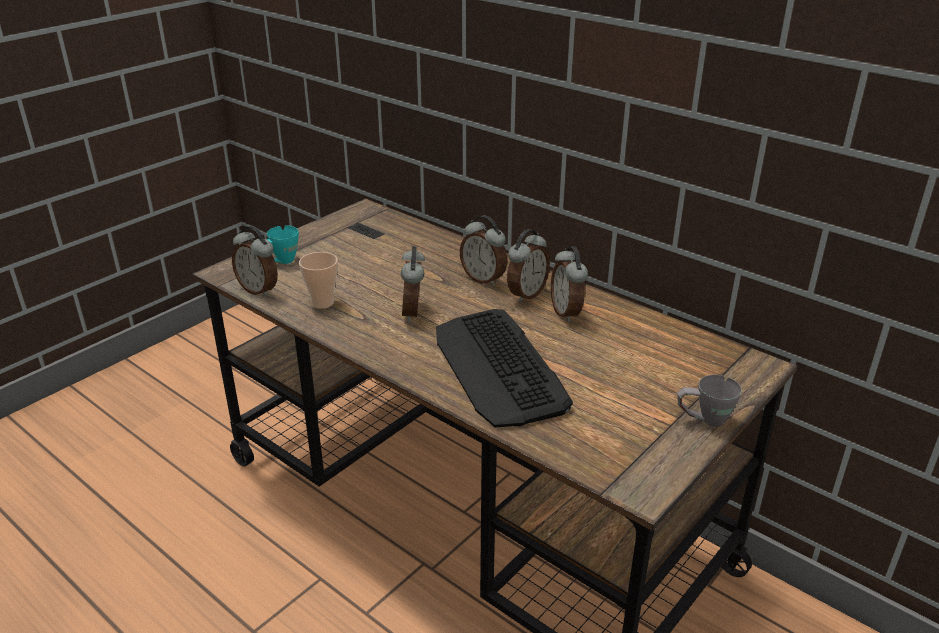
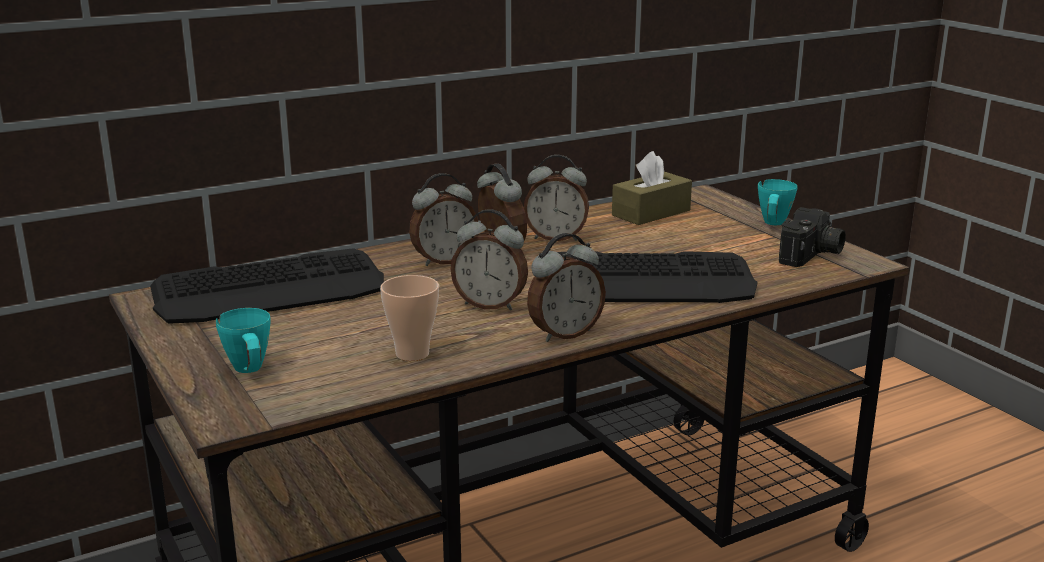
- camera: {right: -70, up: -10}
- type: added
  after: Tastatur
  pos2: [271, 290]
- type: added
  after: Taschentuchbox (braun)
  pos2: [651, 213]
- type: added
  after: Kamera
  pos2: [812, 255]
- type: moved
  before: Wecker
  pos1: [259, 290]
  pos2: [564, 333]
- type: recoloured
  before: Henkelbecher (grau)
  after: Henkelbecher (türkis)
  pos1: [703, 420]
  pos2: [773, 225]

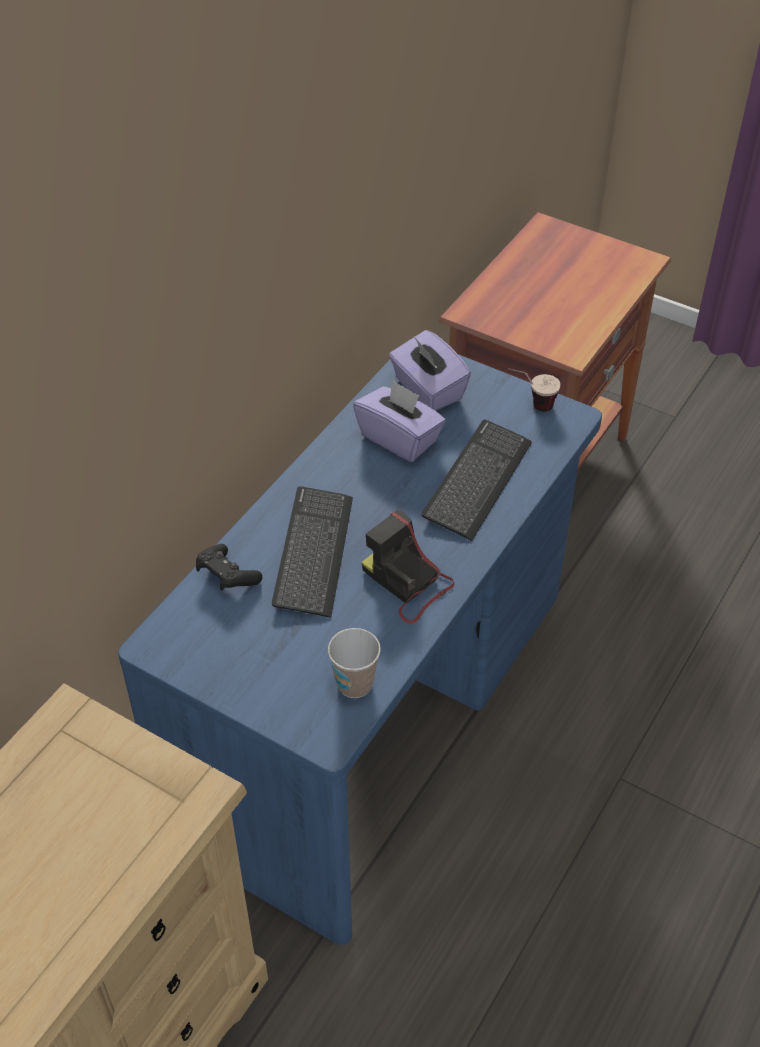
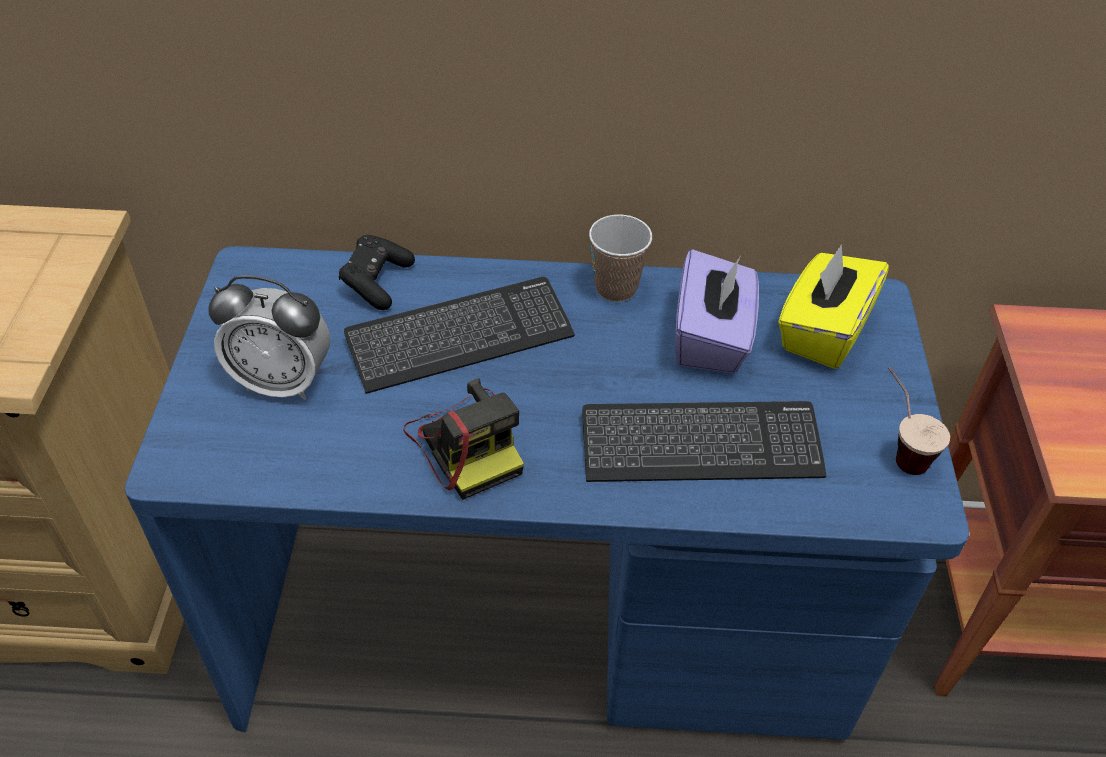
- camera: {right: 60, up: 0}
- type: added
  after: Wecker
  pos2: [282, 382]
- type: moved
  before: Tasse
  pos1: [355, 684]
  pos2: [616, 288]
- type: recoloured
  before: Taschentuchbox (lila)
  after: Taschentuchbox (gelb)
  pos1: [428, 390]
  pos2: [823, 331]
- type: turned
  before: Kamera
  pos1: [407, 583]
  pos2: [466, 444]
  turn: 135

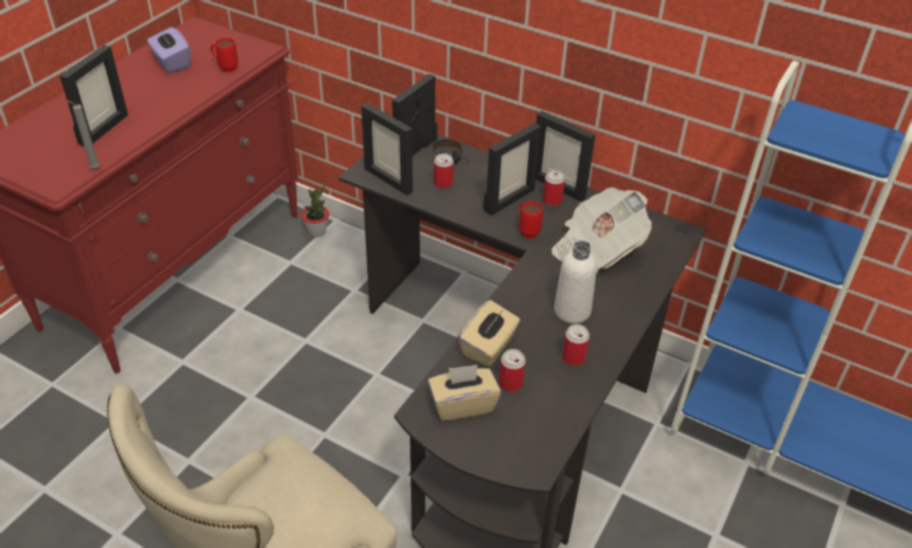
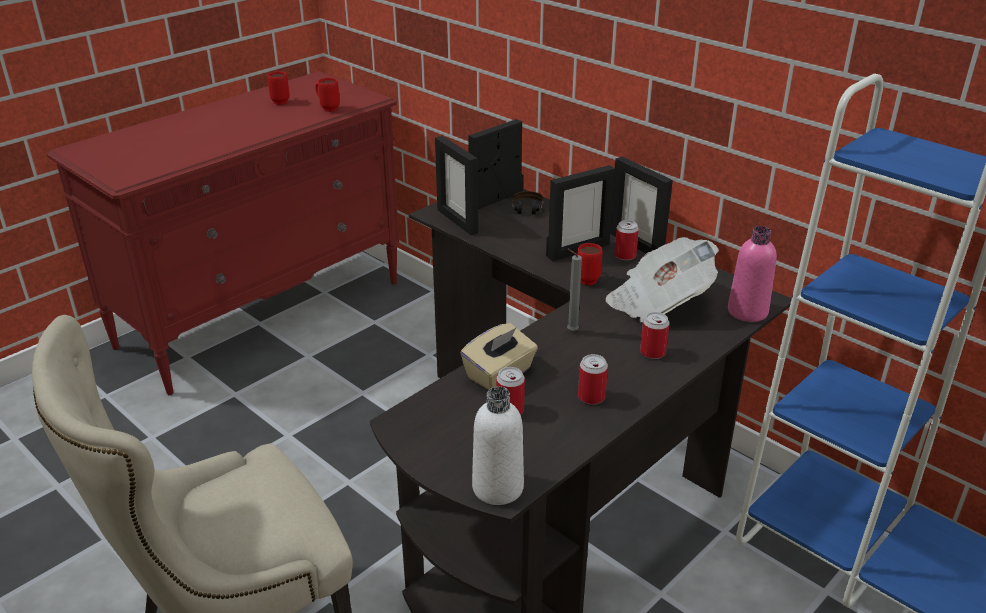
- camera: {right: 15, up: -10}
- type: removed
  before: Bilderrahmen
  pos1: [103, 129]
- type: removed
  before: Topfpflanze
  pos1: [317, 231]
- type: removed
  before: Taschentuchbox (beige)
  pos1: [462, 404]
- type: added
  after: Flasche (rosa)
  pos2: [747, 311]
- type: moved
  before: Kerze (grau)
  pos1: [93, 168]
  pos2: [570, 331]
- type: moved
  before: Dose
  pos1: [443, 184]
  pos2: [652, 352]
- type: moved
  before: Flasche (weiß)
  pos1: [572, 311]
  pos2: [498, 487]
- type: replaced
  before: Taschentuchbox (lila)
  after: Henkelbecher (rot)
  pos1: [171, 63]
  pos2: [280, 101]

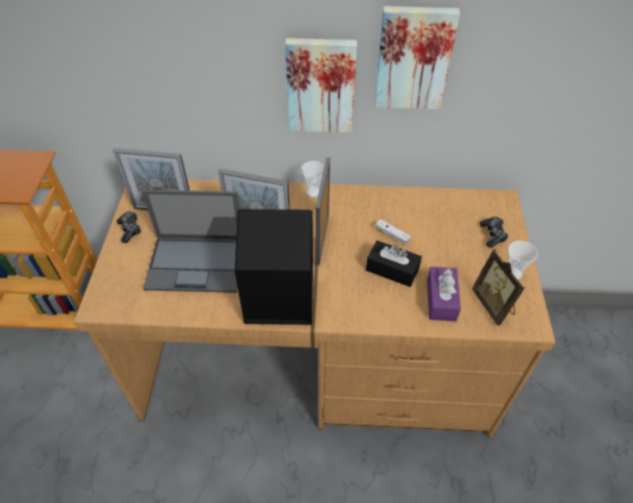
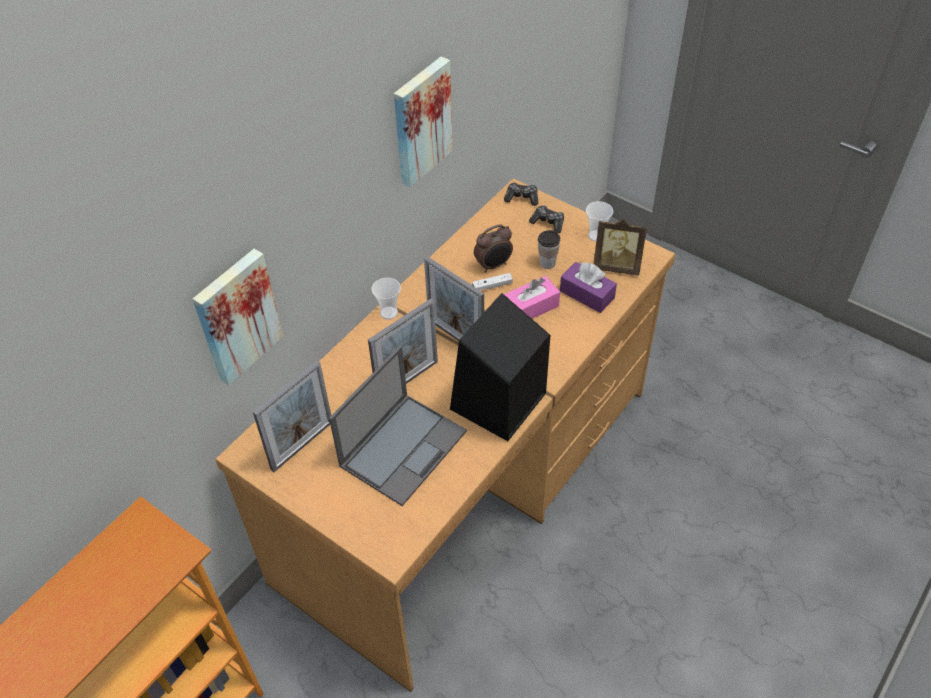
- camera: {right: -55, up: 0}
- type: added
  after: Wecker
  pos2: [494, 265]
- type: added
  after: Tasse
  pos2: [547, 263]
- type: moved
  before: Gamepad
  pos1: [130, 230]
  pos2: [522, 198]
- type: moved
  before: Bild
  pos1: [321, 85]
  pos2: [236, 315]
- type: recoloured
  before: Taschentuchbox (schwarz)
  after: Taschentuchbox (rosa)
  pos1: [392, 269]
  pos2: [531, 307]

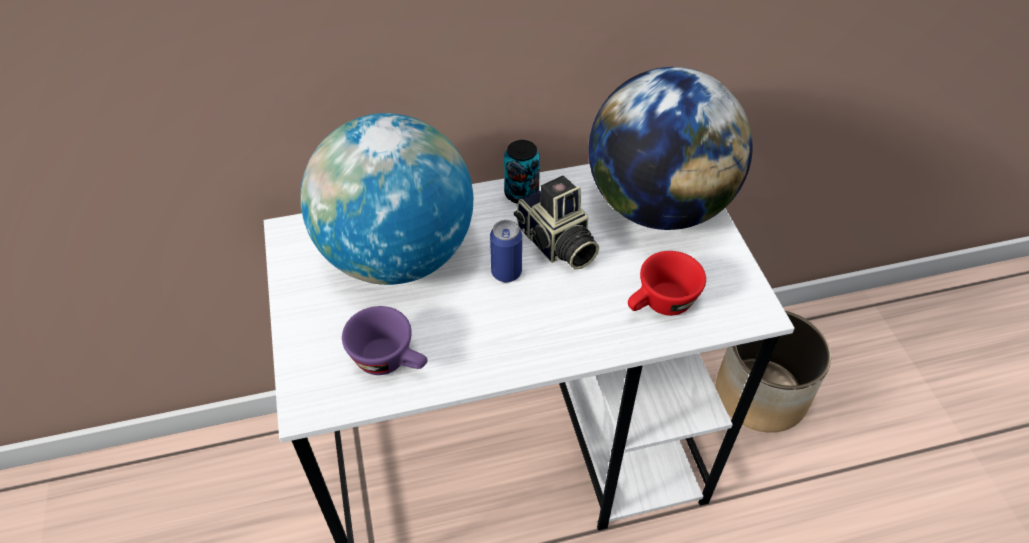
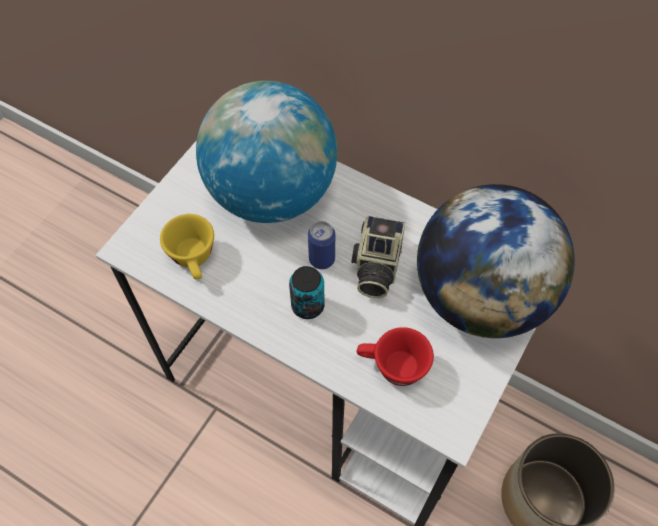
- camera: {right: 45, up: 10}
- type: moved
  before: Dose
  pos1: [521, 194]
  pos2: [307, 305]
- type: recoloured
  before: Tasse (lila)
  after: Tasse (gelb)
  pos1: [391, 360]
  pos2: [194, 259]

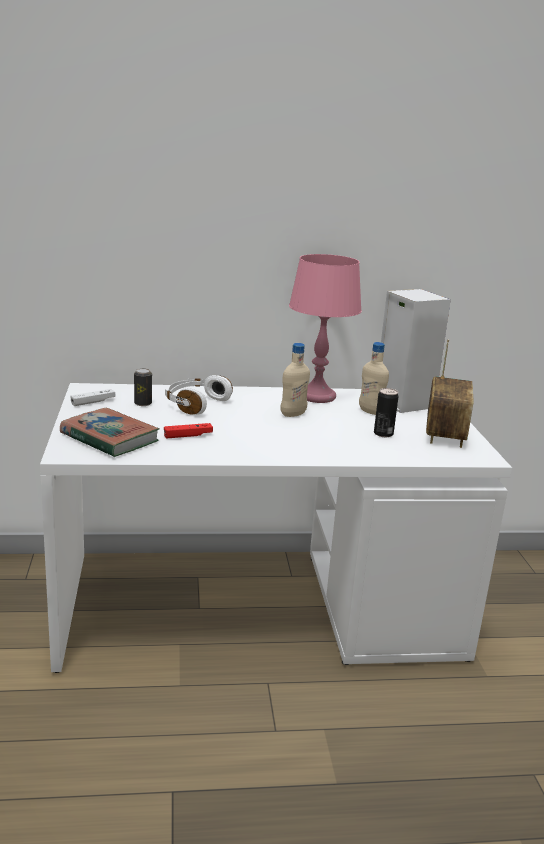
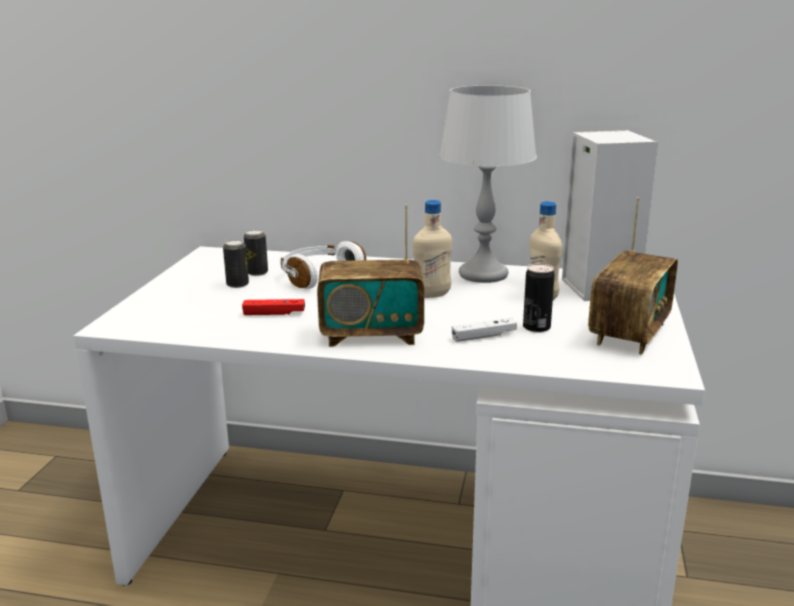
- camera: {right: 20, up: 0}
- type: removed
  before: Buch
  pos1: [109, 438]
- type: added
  after: Dose
  pos2: [237, 284]
- type: added
  after: Radio
  pos2: [371, 335]
- type: moved
  before: Gamepad (weiß)
  pos1: [93, 402]
  pos2: [484, 336]
- type: recoloured
  before: Tischlampe (rosa)
  after: Tischlampe (grau)
  pos1: [317, 396]
  pos2: [483, 274]

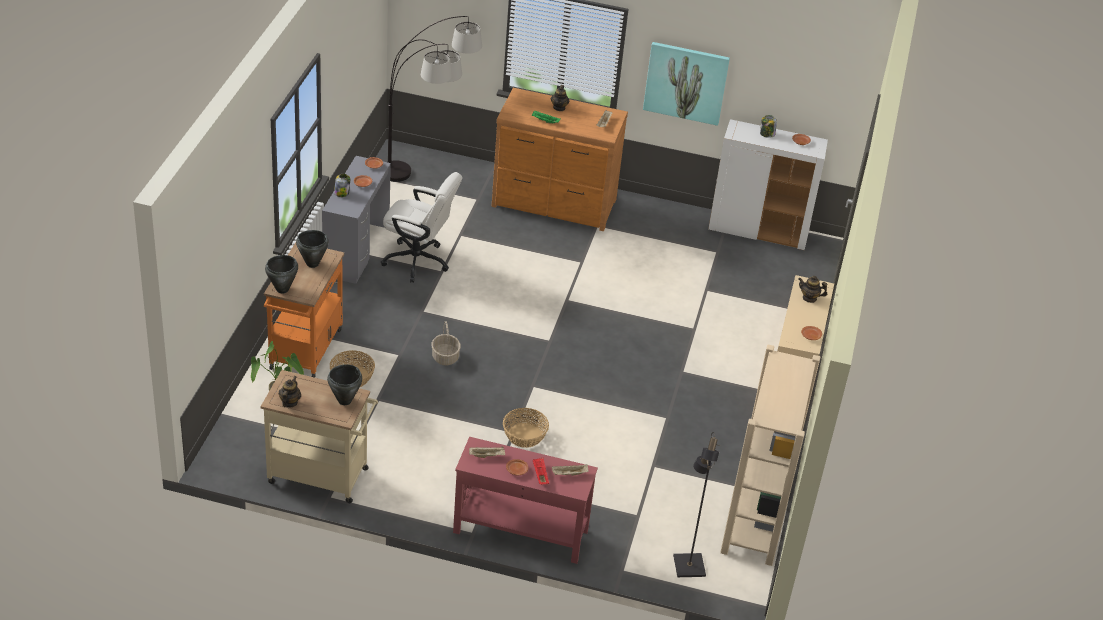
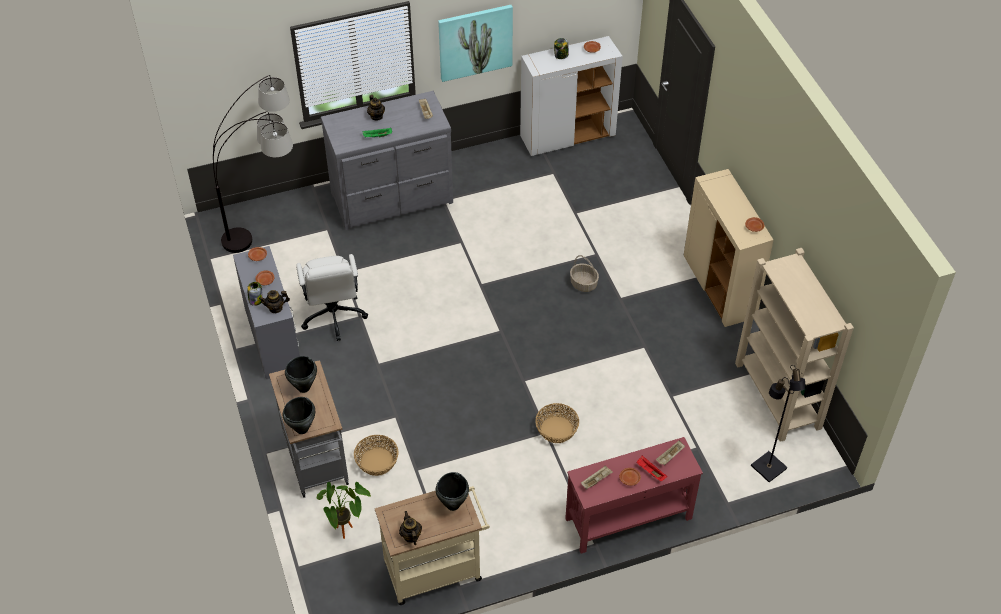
- camera: {right: -30, up: 10}
- type: moved
  before: Korb
  pos1: [445, 357]
  pos2: [584, 284]
- type: moved
  before: Teekanne
  pos1: [809, 298]
  pos2: [276, 308]
- type: recoloured
  before: Rollwagen (orange)
  after: Rollwagen (grau)
  pos1: [305, 351]
  pos2: [316, 461]
- type: recoloured
  before: Kommode (braun)
  after: Kommode (grau)
  pos1: [554, 204]
  pos2: [393, 199]
- type: turned
  before: Bürostuhl (weiß)
  pos1: [419, 262]
  pos2: [334, 318]
  turn: 90

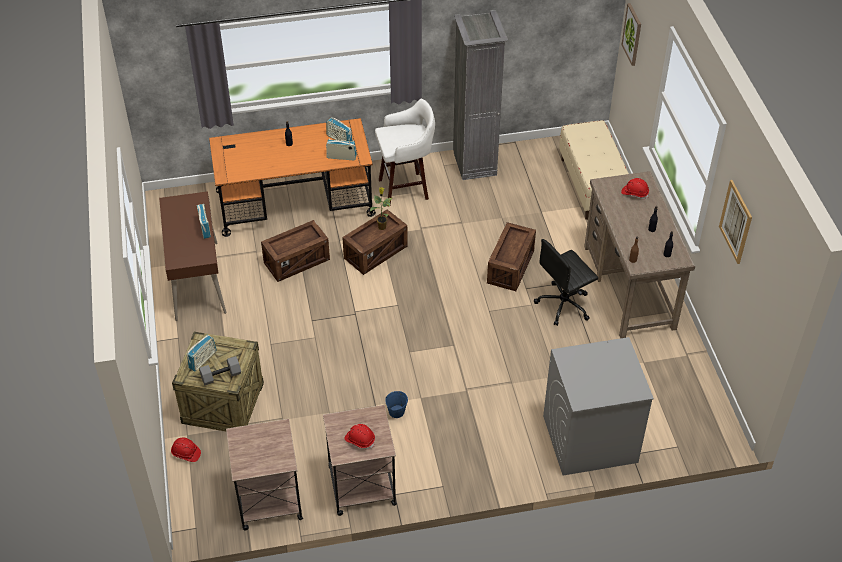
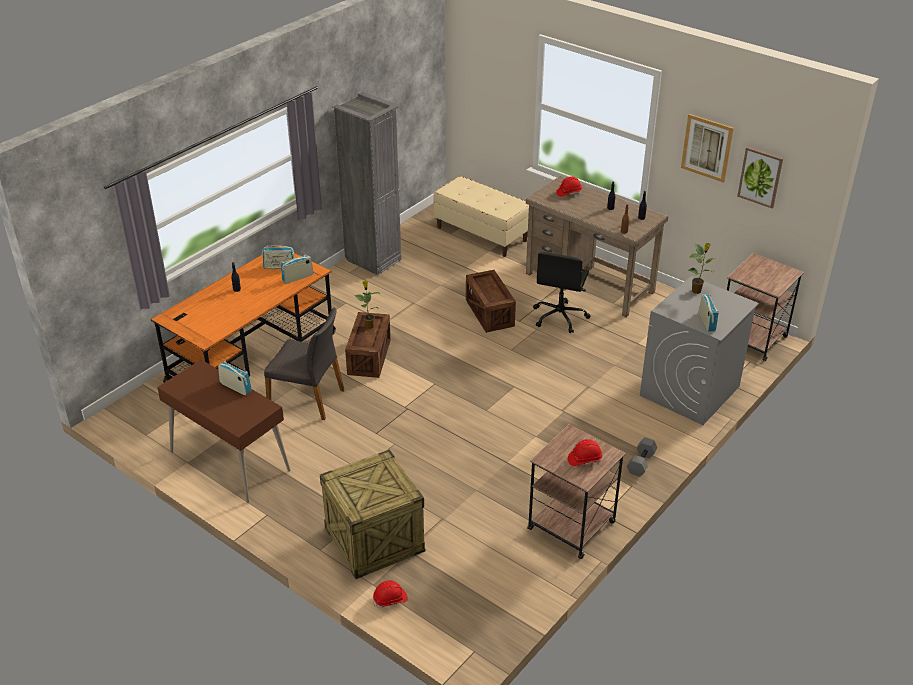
- camera: {right: -40, up: -10}
- type: removed
  before: Hocker (weiß)
  pos1: [406, 189]
- type: removed
  before: Eimer (blau)
  pos1: [396, 412]
- type: added
  after: Topfpflanze
  pos2: [697, 291]
- type: moved
  before: Radio
  pos1: [202, 360]
  pos2: [706, 322]
- type: moved
  before: Hantel (grau)
  pos1: [221, 375]
  pos2: [640, 462]
- type: moved
  before: Rollwagen (braun)
  pos1: [268, 500]
  pos2: [752, 339]
- type: moved
  before: Bild
  pos1: [632, 34]
  pos2: [760, 177]
- type: replaced
  before: Kiste
  after: Stuhl (grau)
  pos1: [296, 261]
  pos2: [307, 398]

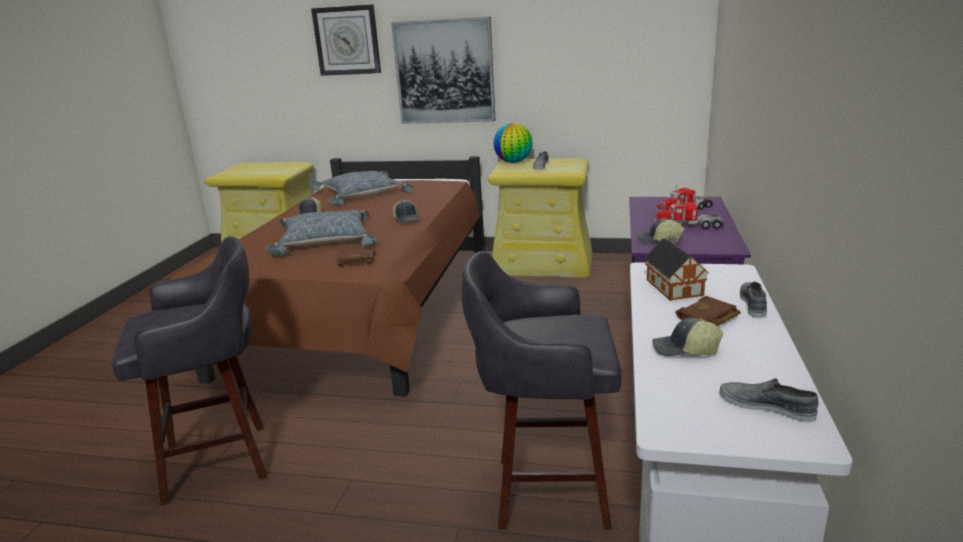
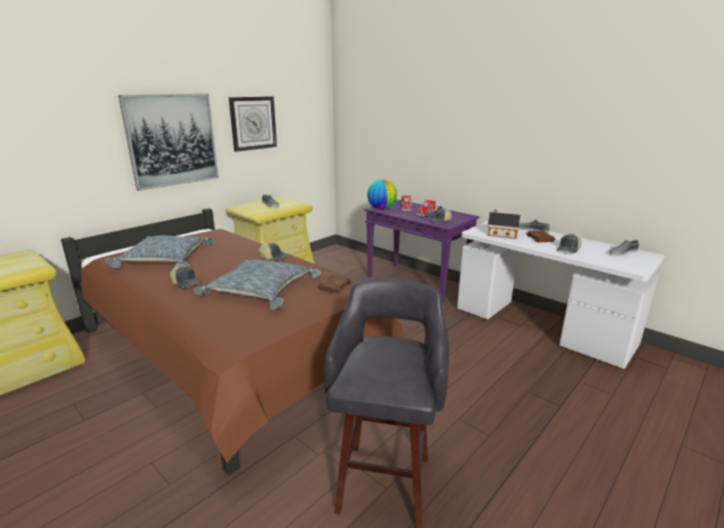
- camera: {right: -60, up: 0}
- type: removed
  before: Hocker (grau)
  pos1: [545, 491]
- type: moved
  before: Wanduhr
  pos1: [347, 40]
  pos2: [253, 123]
- type: moved
  before: Globus
  pos1: [513, 162]
  pos2: [381, 209]

